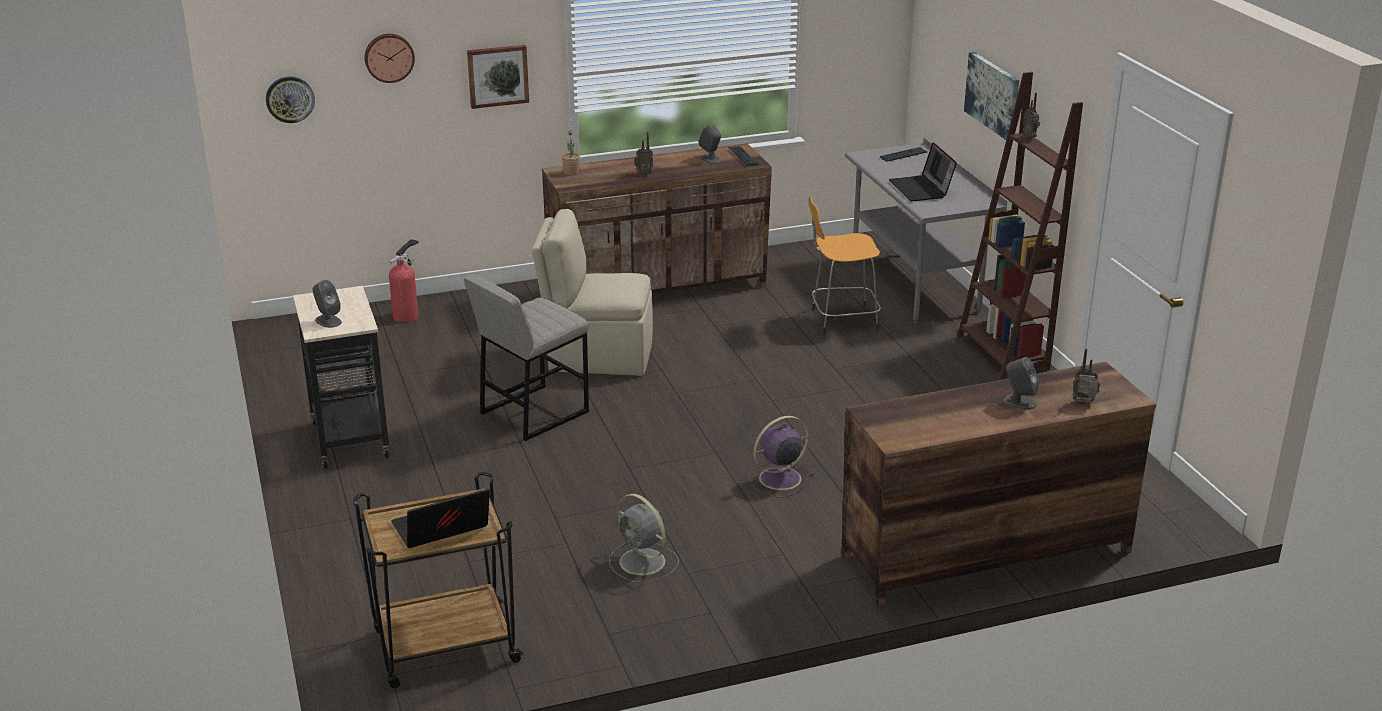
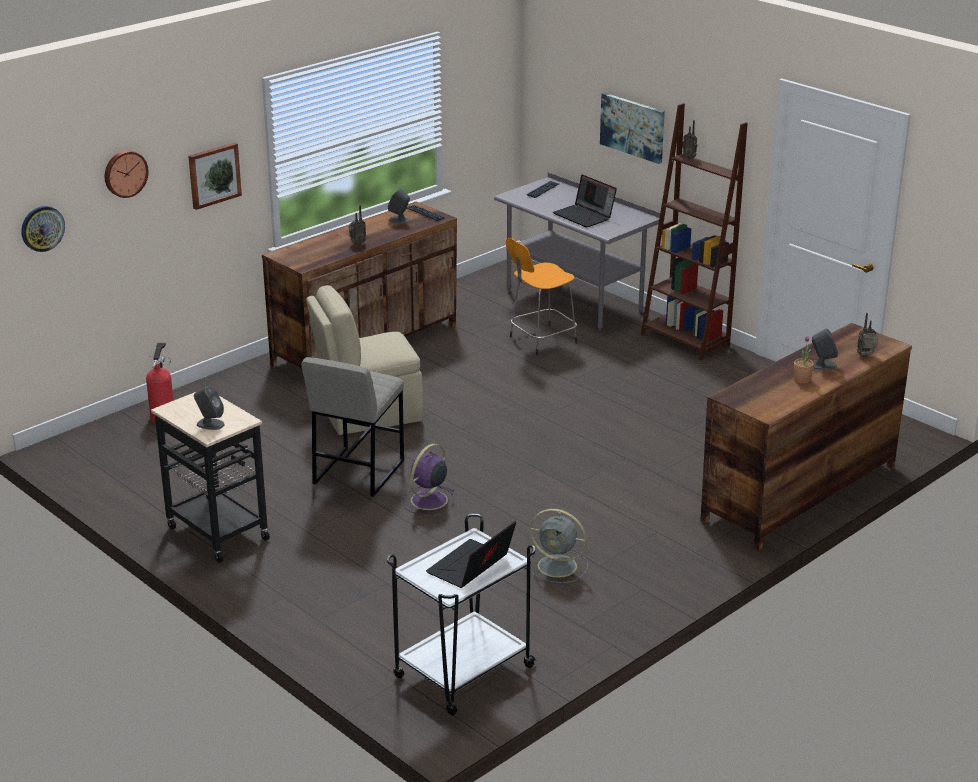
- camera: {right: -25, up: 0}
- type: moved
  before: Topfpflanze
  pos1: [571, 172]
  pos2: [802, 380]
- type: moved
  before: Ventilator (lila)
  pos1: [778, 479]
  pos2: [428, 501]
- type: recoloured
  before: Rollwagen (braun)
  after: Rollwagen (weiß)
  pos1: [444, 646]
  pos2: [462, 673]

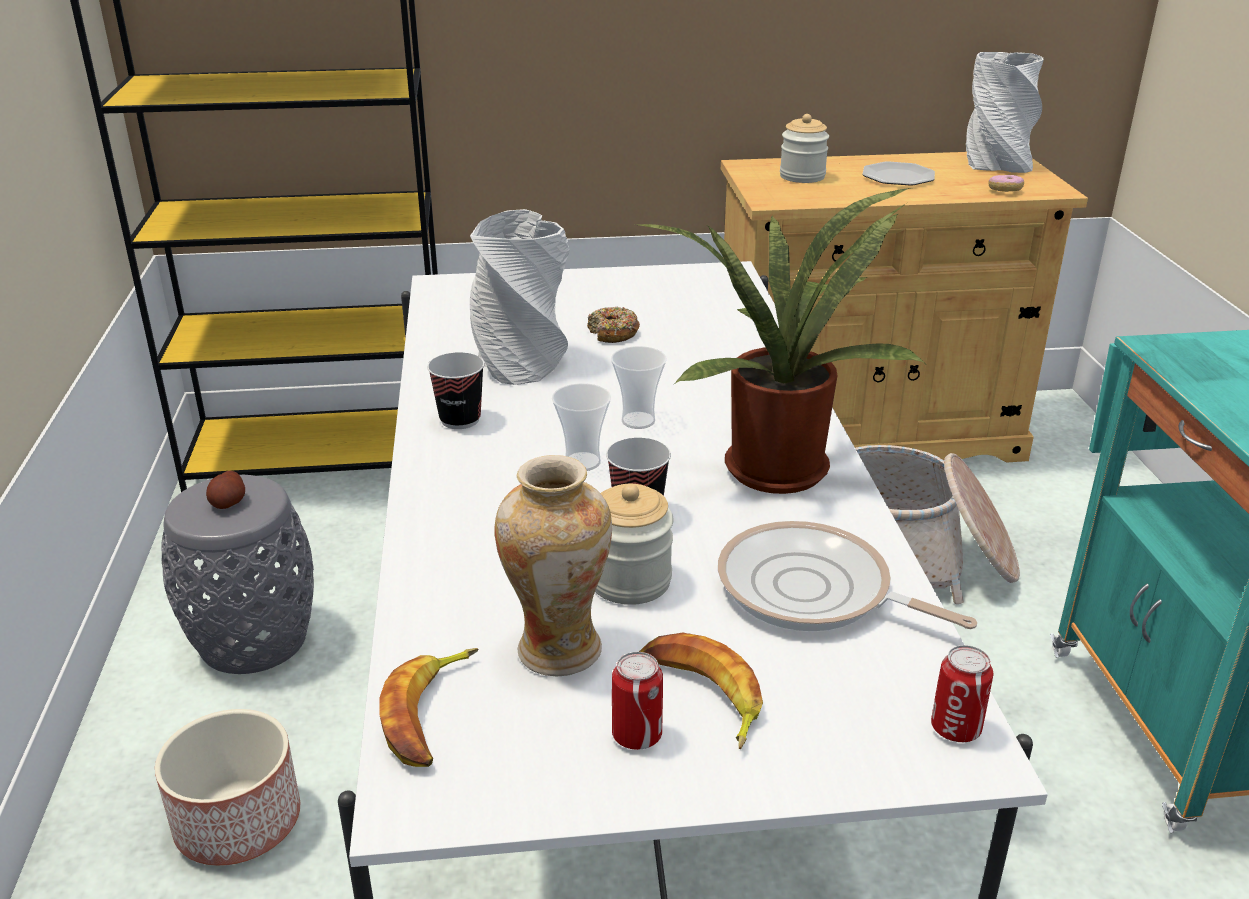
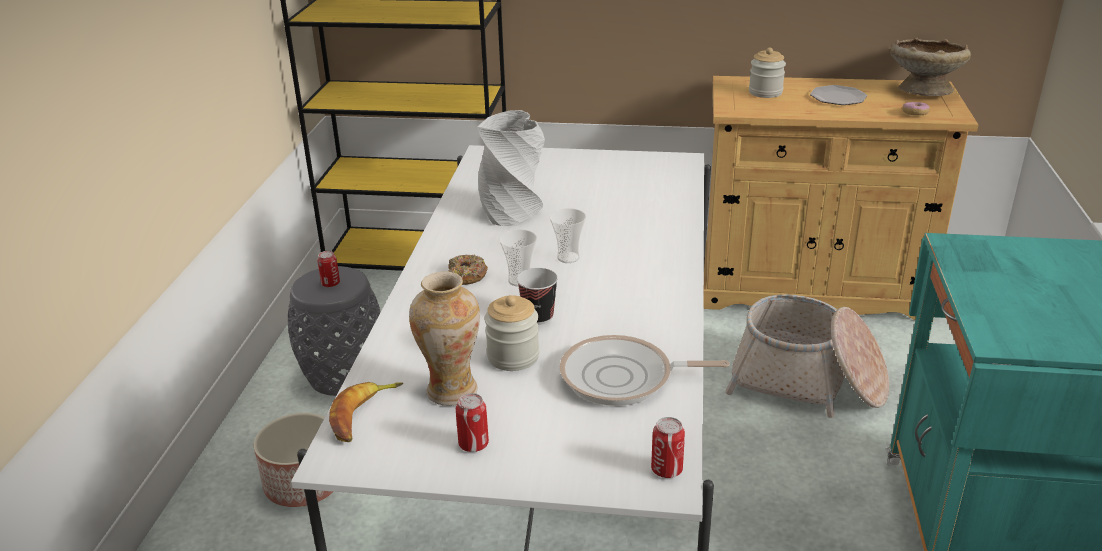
- camera: {right: 15, up: 0}
- type: removed
  before: Tasse
  pos1: [460, 420]
- type: removed
  before: Topfpflanze
  pos1: [776, 464]
- type: removed
  before: Banane
  pos1: [701, 695]
- type: moved
  before: Donut
  pos1: [613, 333]
  pos2: [467, 276]
- type: replaced
  before: Kartoffel
  after: Dose
  pos1: [228, 503]
  pos2: [330, 284]
- type: replaced
  before: Vase (grau)
  after: Schüssel (beige)
  pos1: [995, 163]
  pos2: [922, 91]
- type: turned
  before: Pfanne
  pos1: [812, 592]
  pos2: [623, 378]
  turn: -45

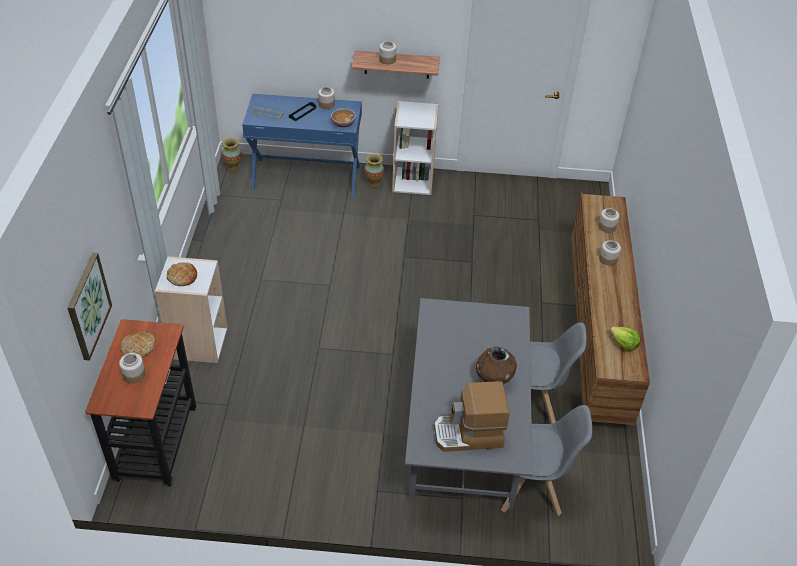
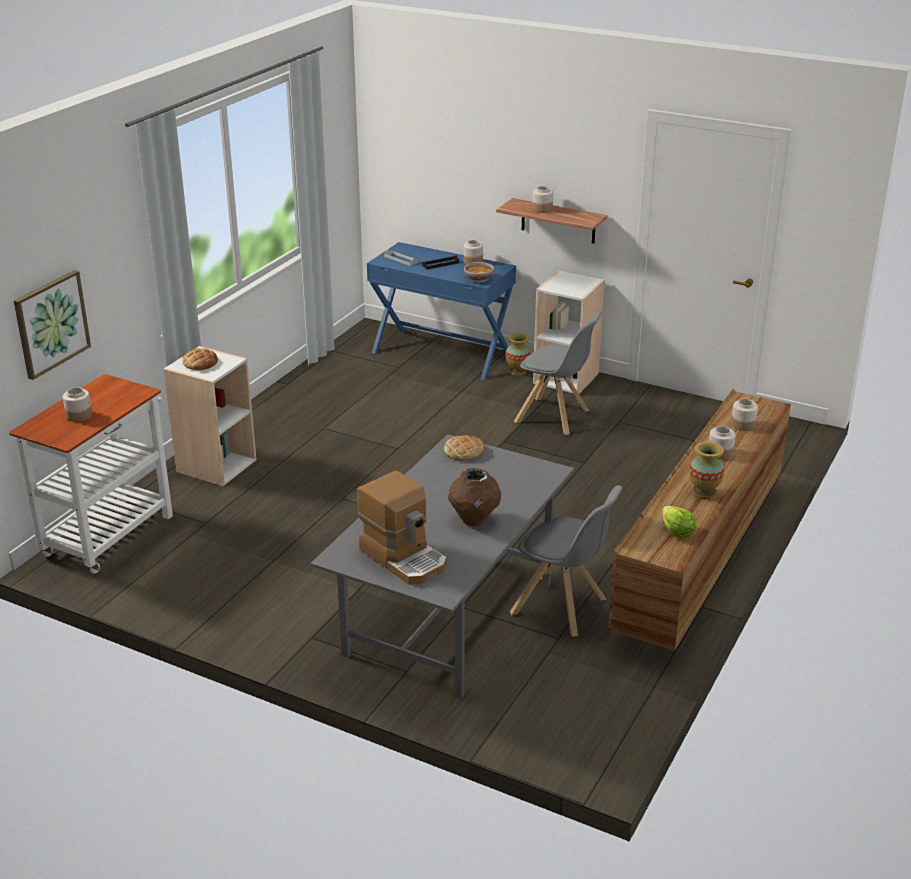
- camera: {right: 25, up: -15}
- type: moved
  before: Brot
  pos1: [138, 346]
  pos2: [463, 451]
- type: moved
  before: Vase
  pos1: [233, 166]
  pos2: [704, 493]
- type: moved
  before: Stuhl (grau)
  pos1: [534, 488]
  pos2: [555, 417]
- type: recoloured
  before: Rollwagen (schwarz)
  after: Rollwagen (weiß)
  pos1: [157, 442]
  pos2: [109, 535]
- type: turned
  before: Kaffeemaschine
  pos1: [469, 435]
  pos2: [404, 557]
  turn: -150

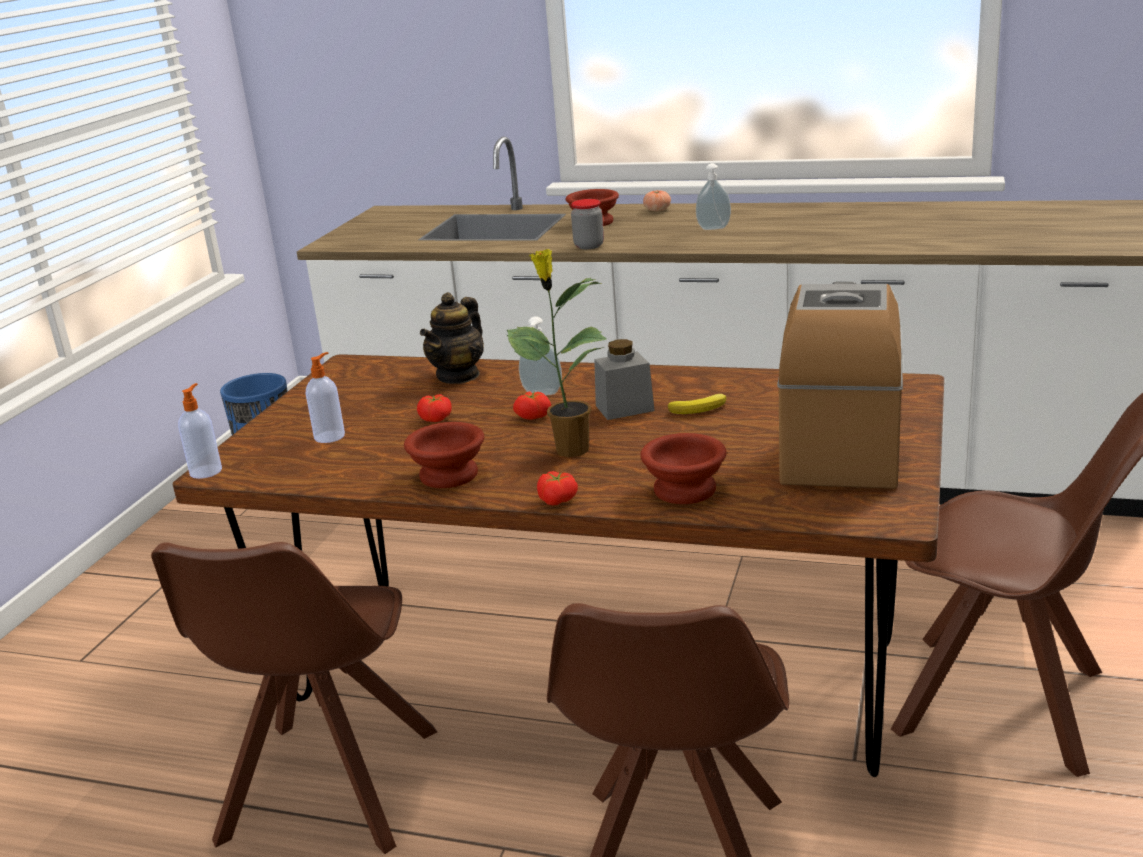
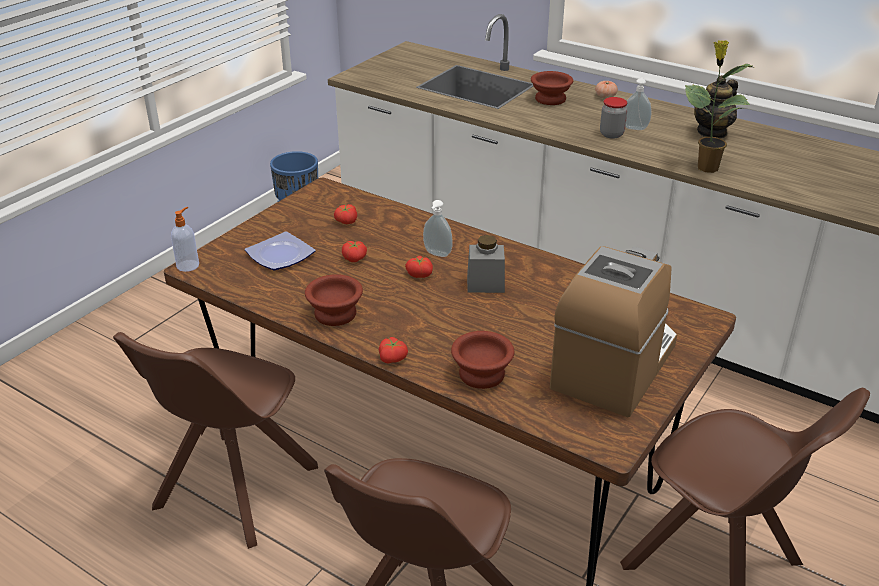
- camera: {right: 15, up: 10}
- type: removed
  before: Banane
  pos1: [700, 408]
- type: added
  after: Tomate
  pos2: [346, 221]
- type: moved
  before: Teekanne
  pos1: [458, 375]
  pos2: [712, 132]
- type: moved
  before: Topfpflanze
  pos1: [569, 450]
  pos2: [706, 167]
- type: moved
  before: Vorratsglas
  pos1: [589, 246]
  pos2: [611, 134]
- type: replaced
  before: Seifenspender
  after: Teller
  pos1: [330, 436]
  pos2: [279, 255]

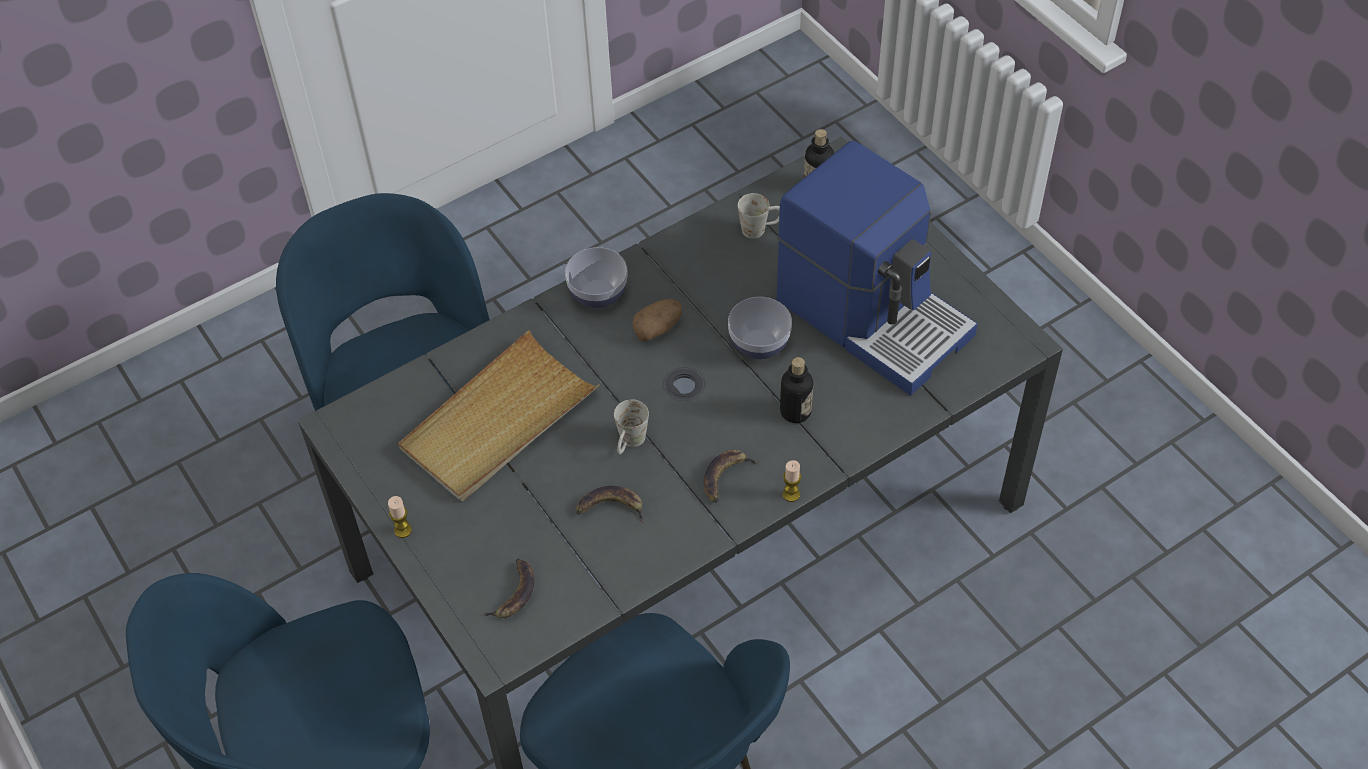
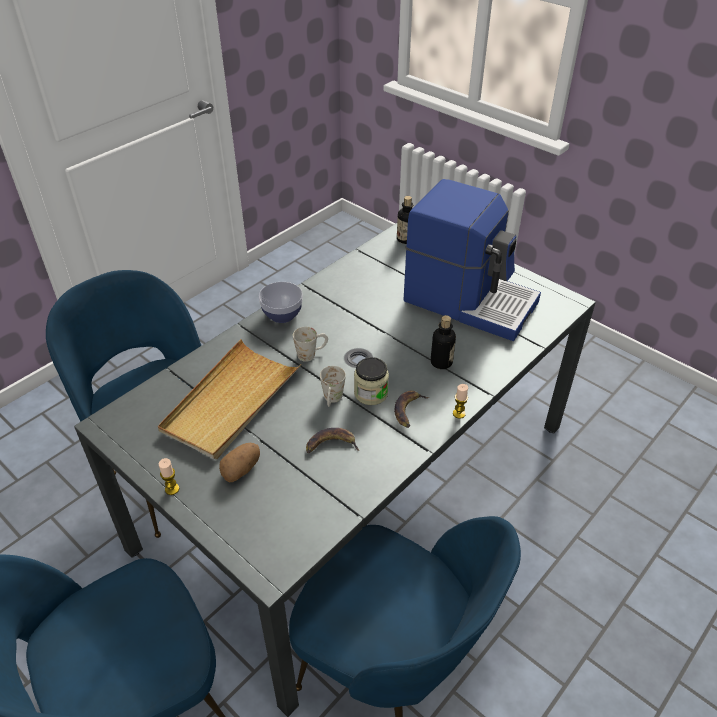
- camera: {right: -15, up: -10}
- type: removed
  before: Banane
  pos1: [513, 592]
- type: removed
  before: Schüssel
  pos1: [759, 344]
- type: added
  after: Vorratsglas
  pos2: [371, 393]
- type: moved
  before: Kartoffel
  pos1: [657, 328]
  pos2: [241, 469]
- type: moved
  before: Henkelbecher (weiß)
  pos1: [760, 228]
  pos2: [311, 354]

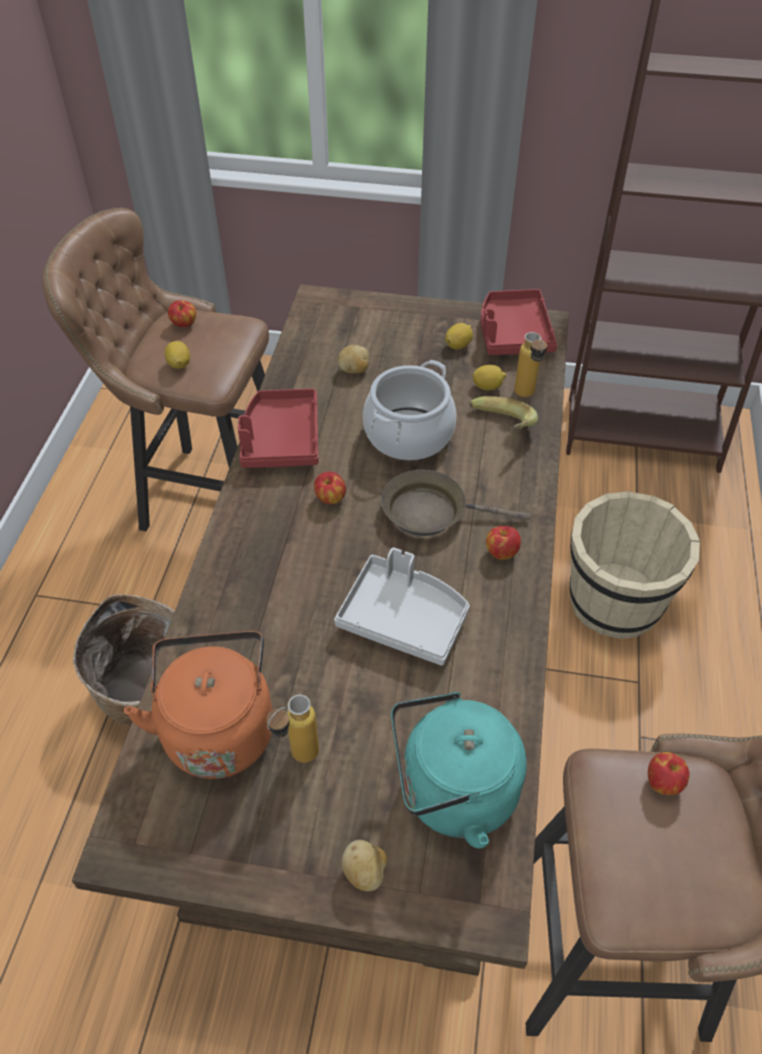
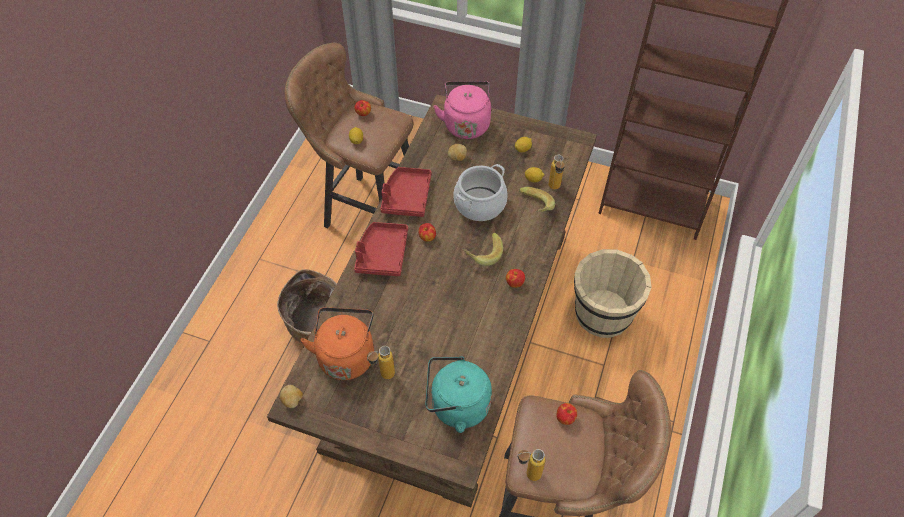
- camera: {right: 10, up: 5}
- type: removed
  before: Tablett (grau)
  pos1: [404, 618]
- type: added
  after: Wasserkessel (rosa)
  pos2: [466, 123]
- type: added
  after: Flasche
  pos2: [527, 475]
- type: moved
  before: Kartoffel
  pos1: [365, 872]
  pos2: [293, 400]
- type: moved
  before: Tablett (rot)
  pos1: [513, 333]
  pos2: [382, 254]
- type: replaced
  before: Pfanne (braun)
  after: Banane
  pos1: [431, 512]
  pos2: [481, 254]

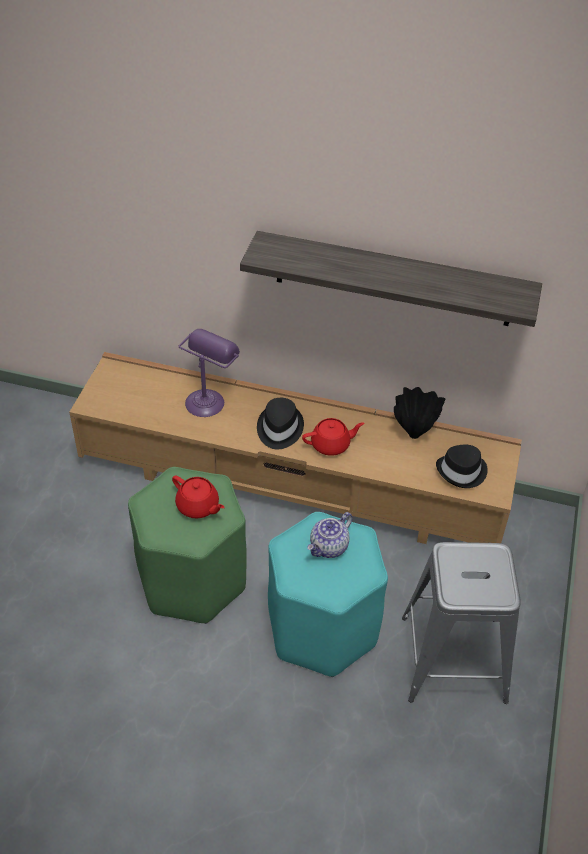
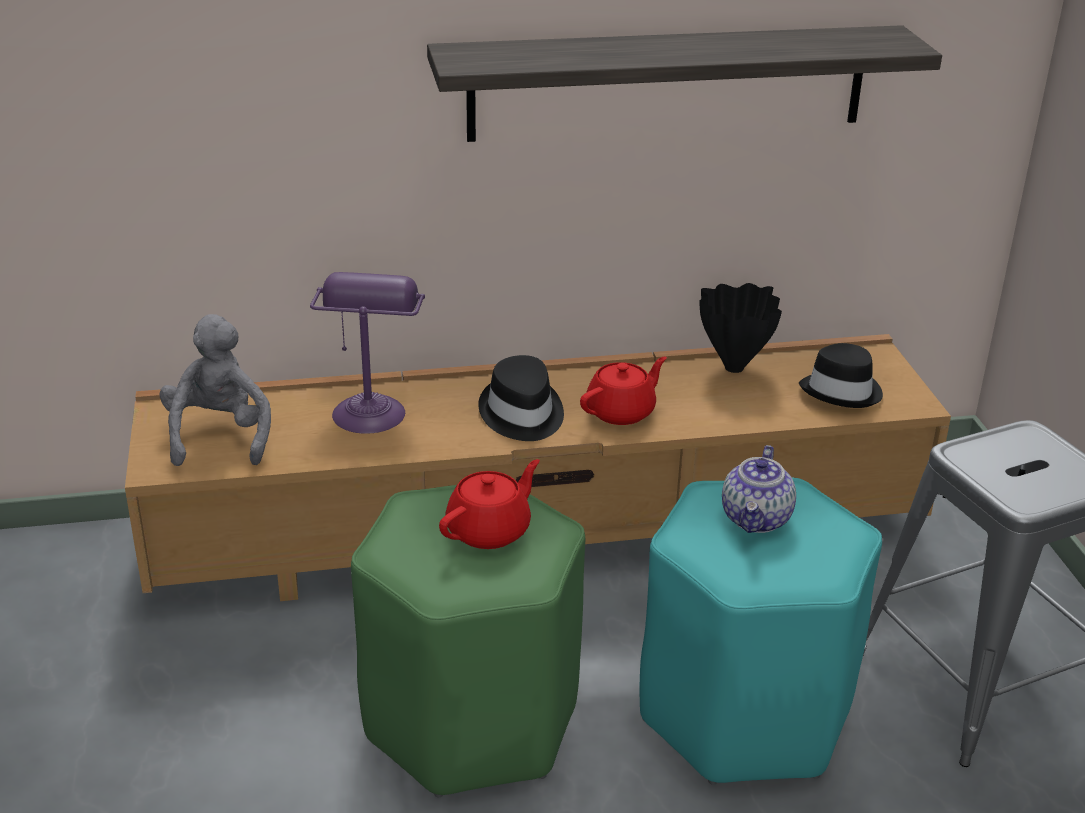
- camera: {right: -25, up: -15}
- type: added
  after: Plüschtier (grau)
  pos2: [219, 436]
- type: turned
  before: Teekanne (rot)
  pos1: [198, 506]
  pos2: [490, 530]
  turn: -60

